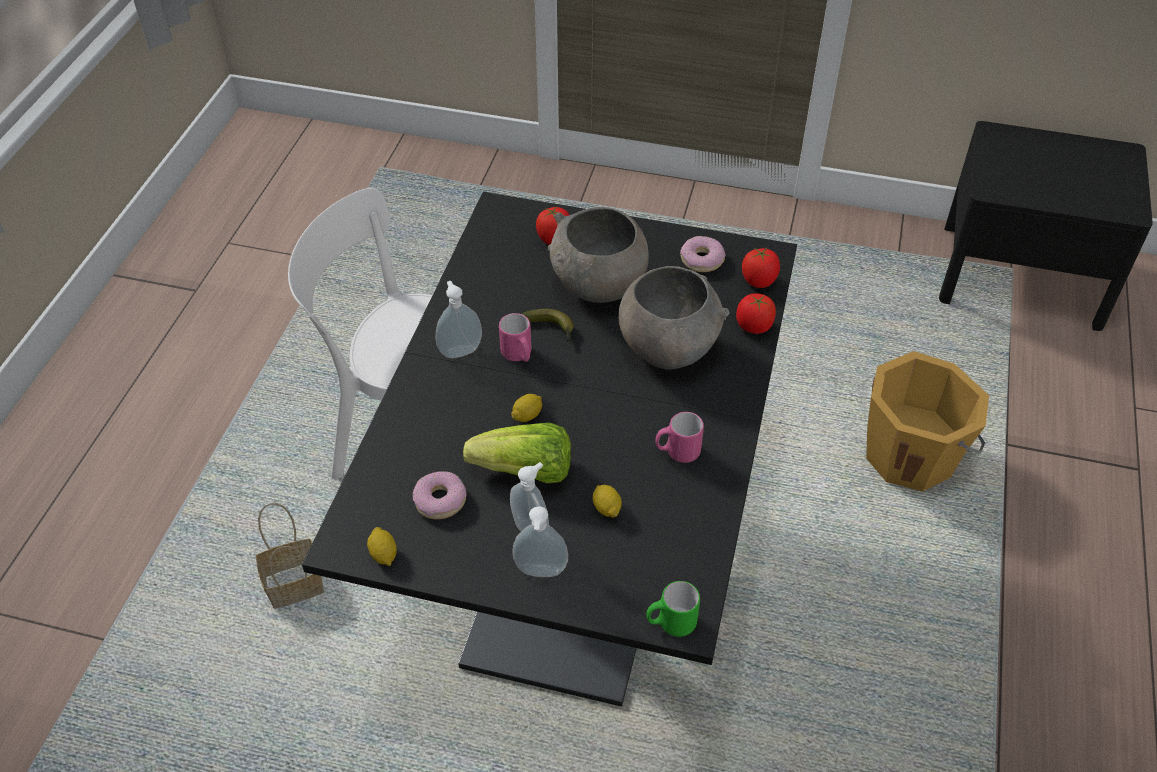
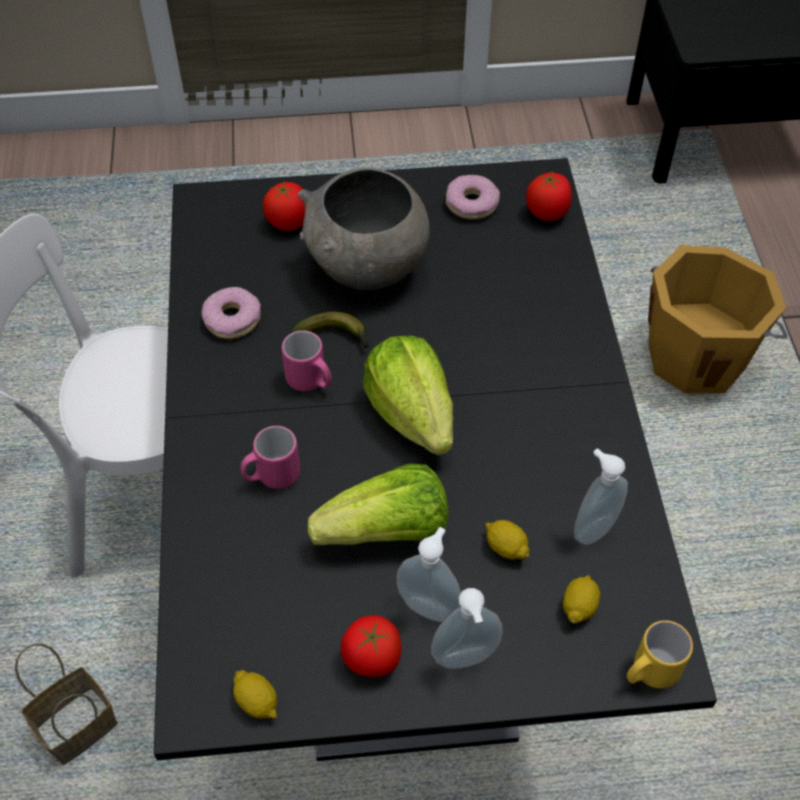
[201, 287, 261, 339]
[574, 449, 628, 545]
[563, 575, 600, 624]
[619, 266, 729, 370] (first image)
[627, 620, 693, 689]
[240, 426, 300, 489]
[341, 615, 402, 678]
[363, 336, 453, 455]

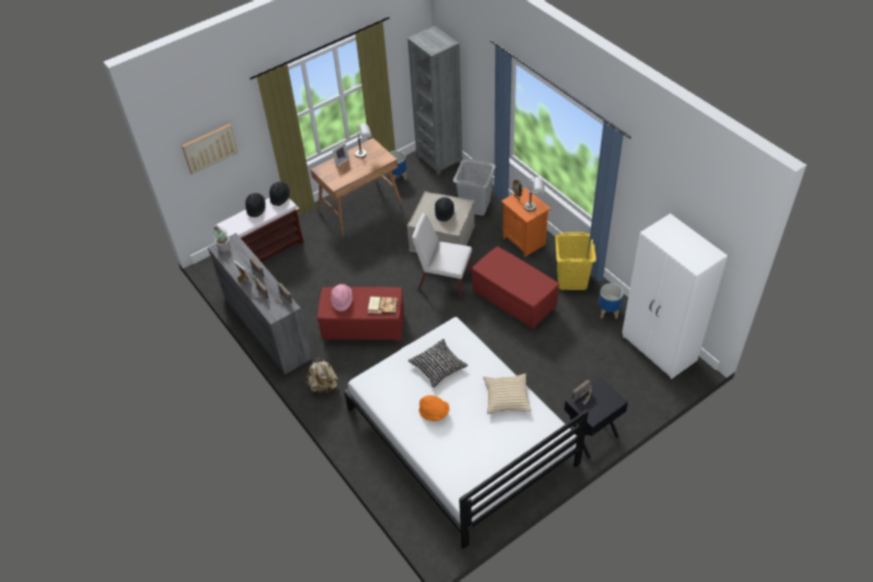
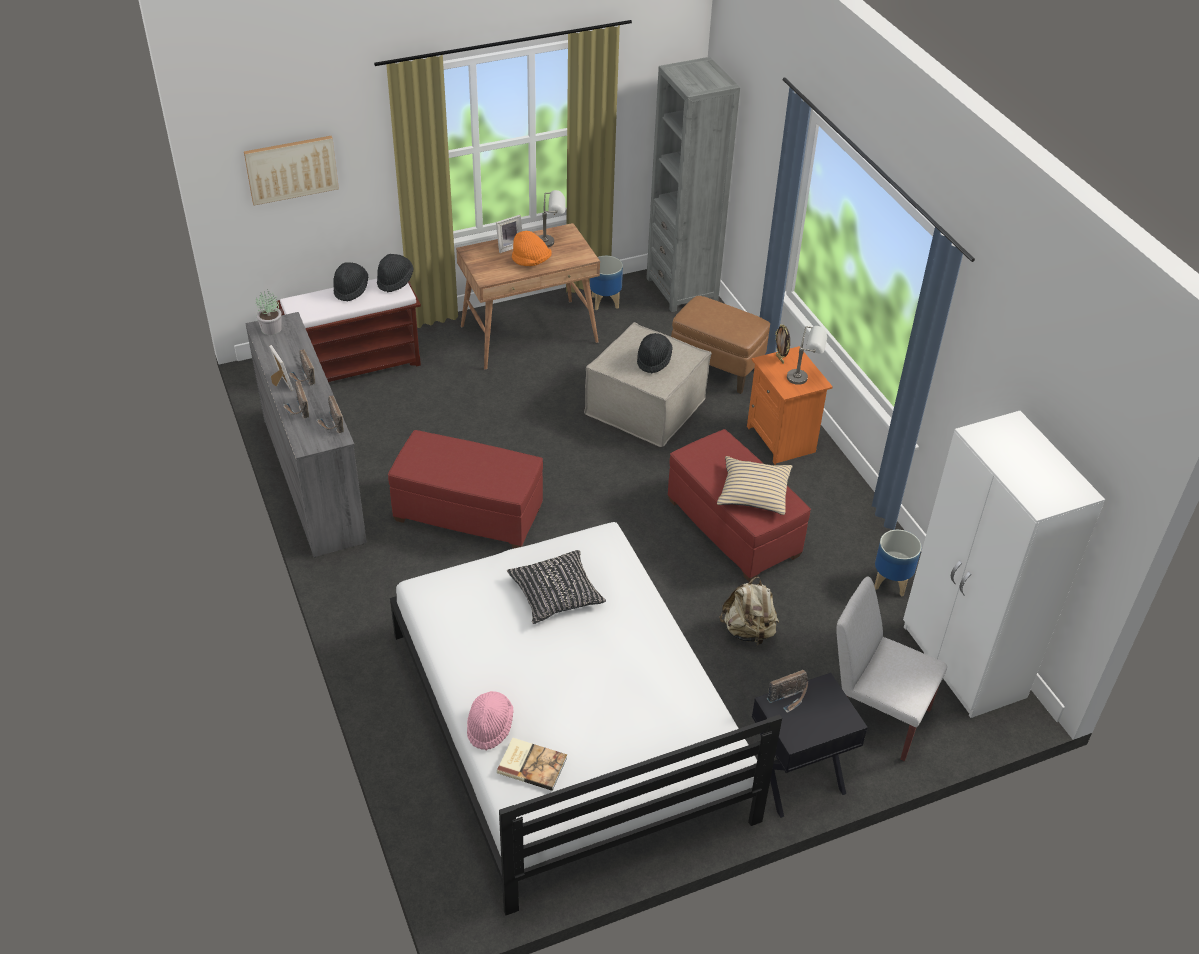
[719, 577, 779, 645]
[467, 691, 514, 750]
[497, 738, 567, 791]
[836, 577, 947, 761]
[512, 231, 552, 266]
[671, 296, 770, 394]
[717, 456, 793, 515]
[555, 232, 596, 290] (first image)

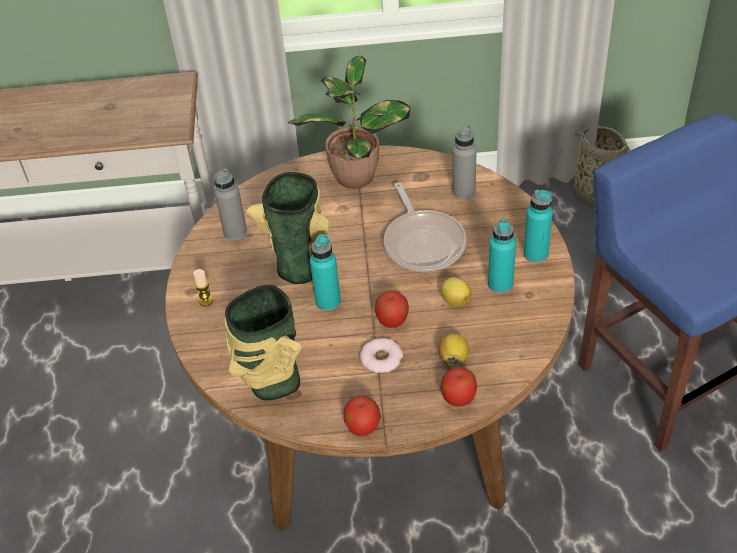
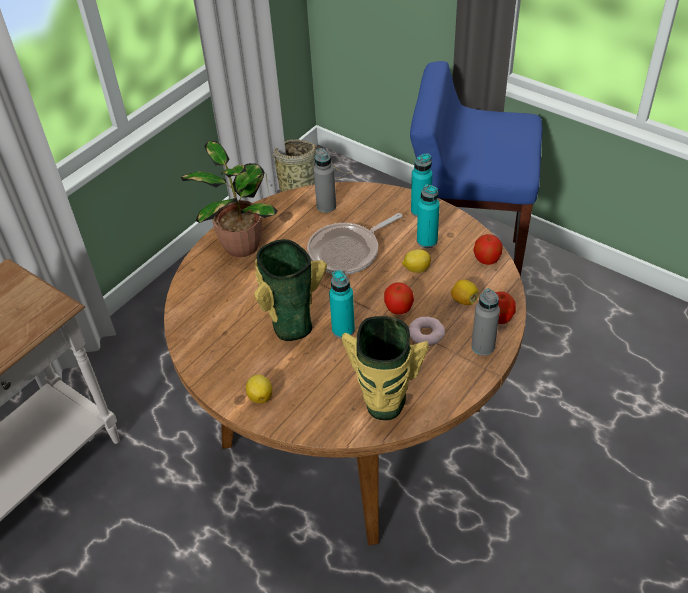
[246, 374, 272, 404]
[471, 288, 500, 356]
[473, 234, 503, 265]
[307, 213, 402, 275]

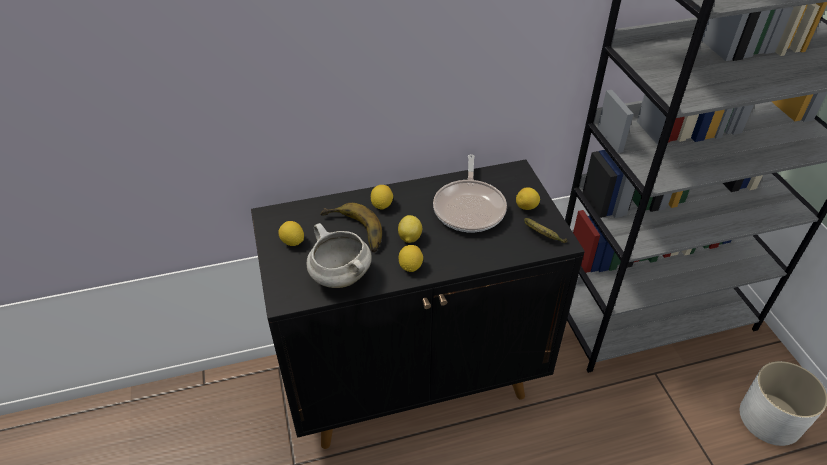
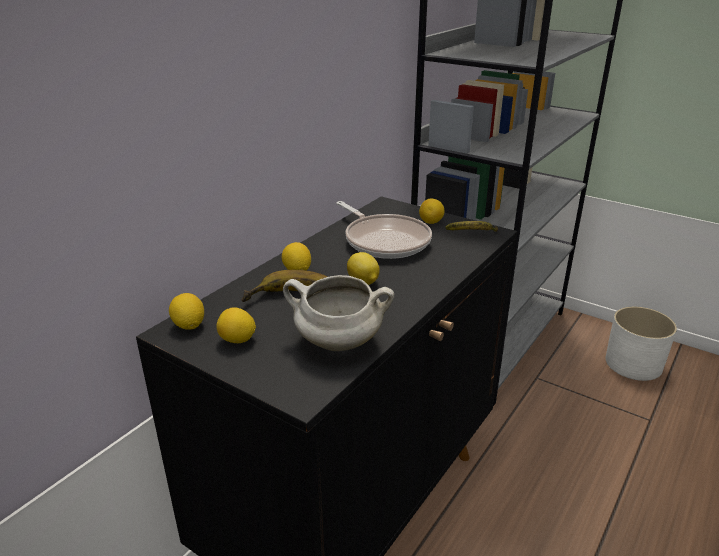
[169, 293, 204, 330]

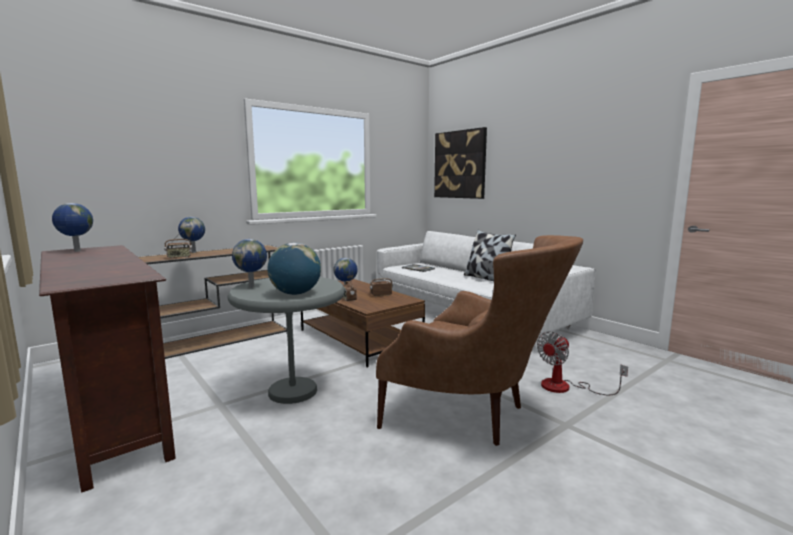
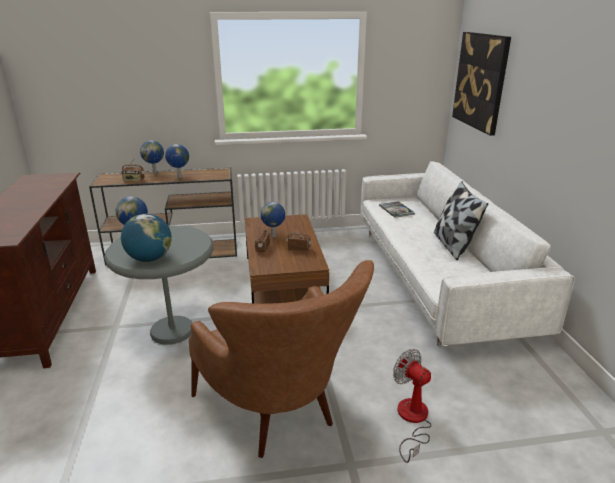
[165, 144, 189, 178]
[393, 349, 432, 463]

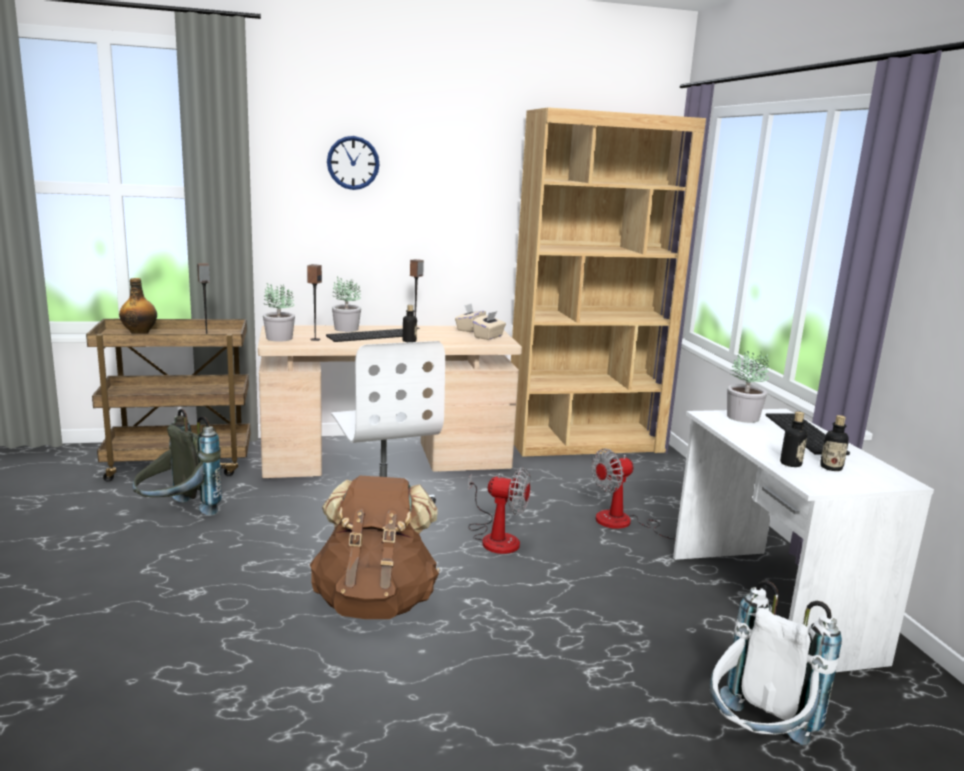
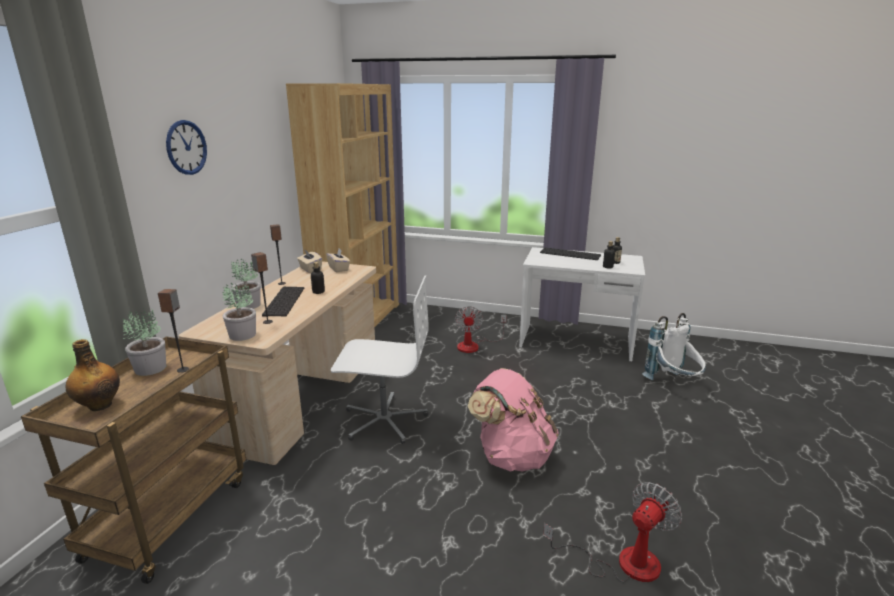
[132, 409, 222, 515] (first image)
[468, 368, 559, 471]
[543, 482, 682, 582]
[122, 308, 166, 376]

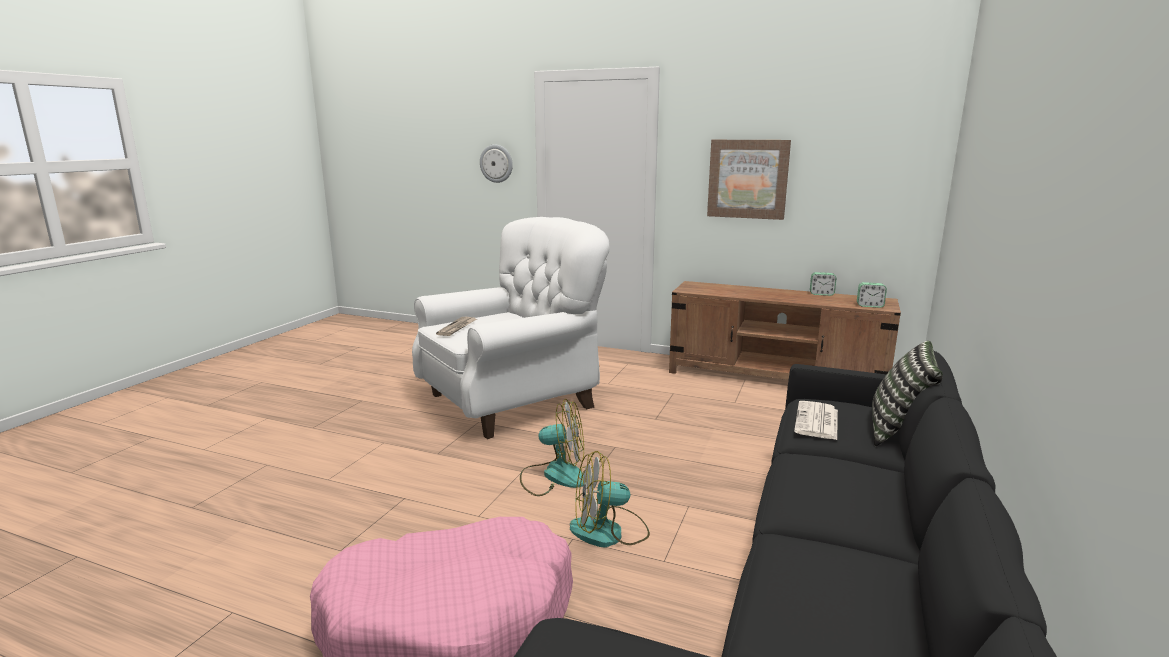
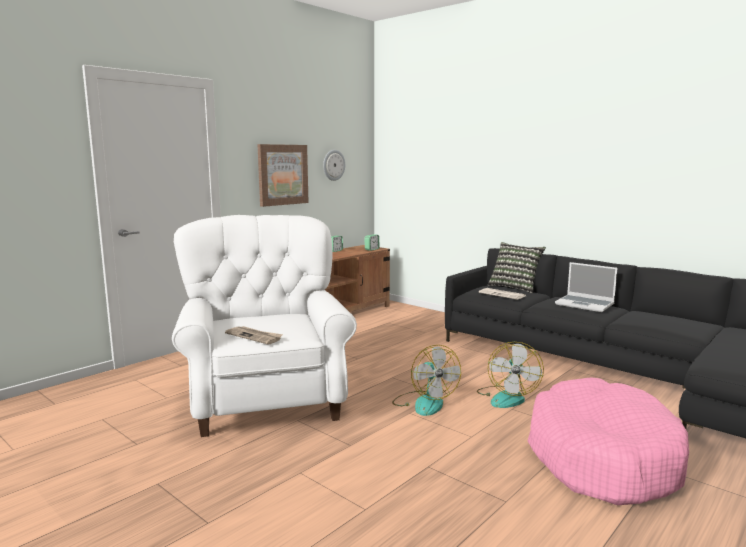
[323, 150, 345, 181]
[392, 345, 461, 416]
[555, 262, 617, 312]

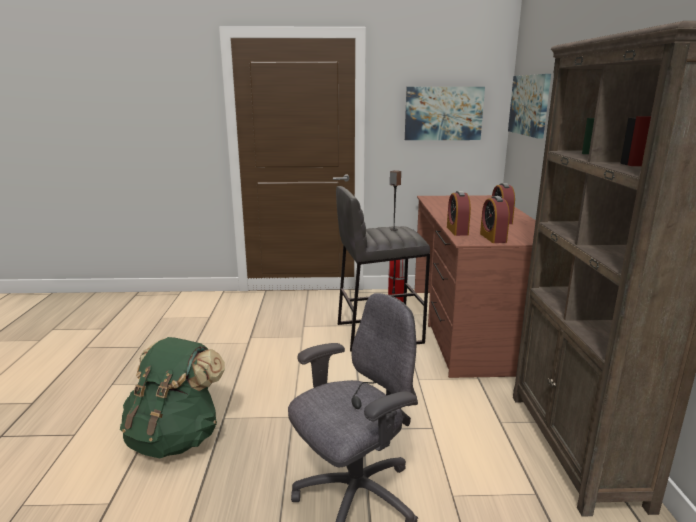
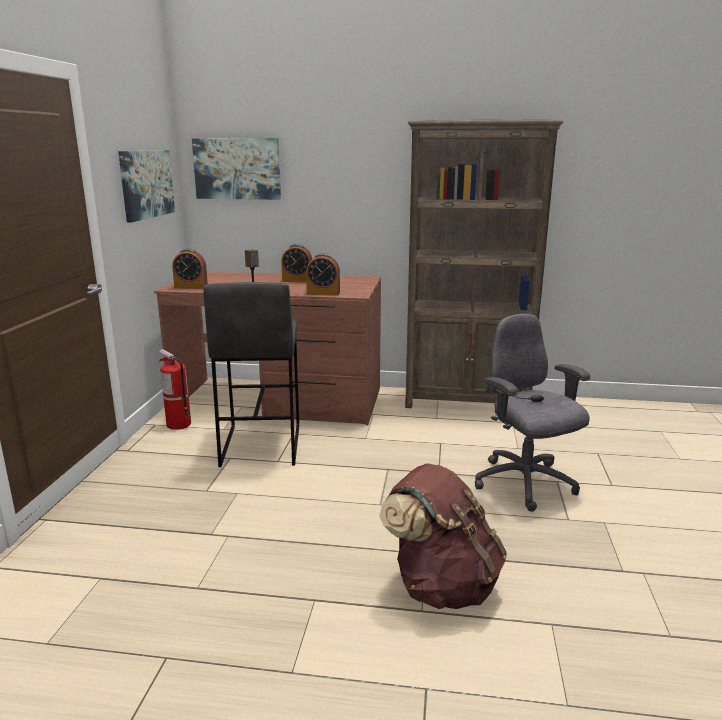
[379, 463, 507, 609]
[172, 249, 208, 289]

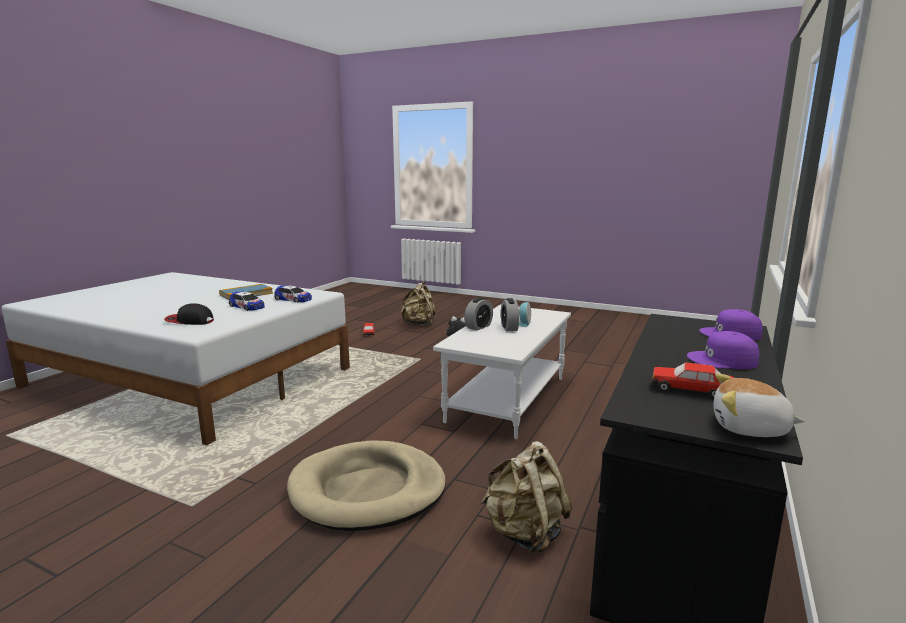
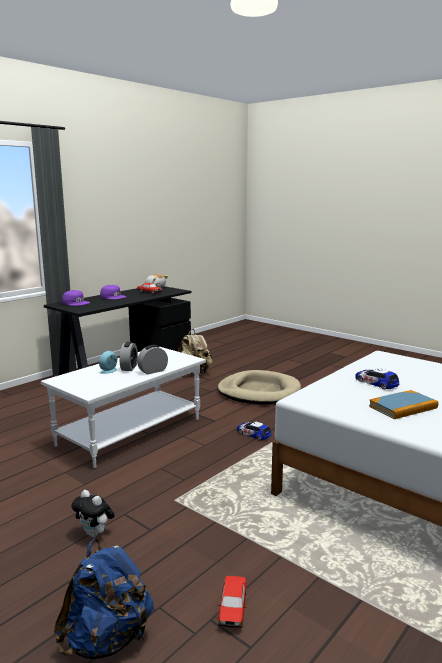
[164, 303, 214, 325] (first image)
[237, 422, 272, 441]
[54, 538, 154, 659]

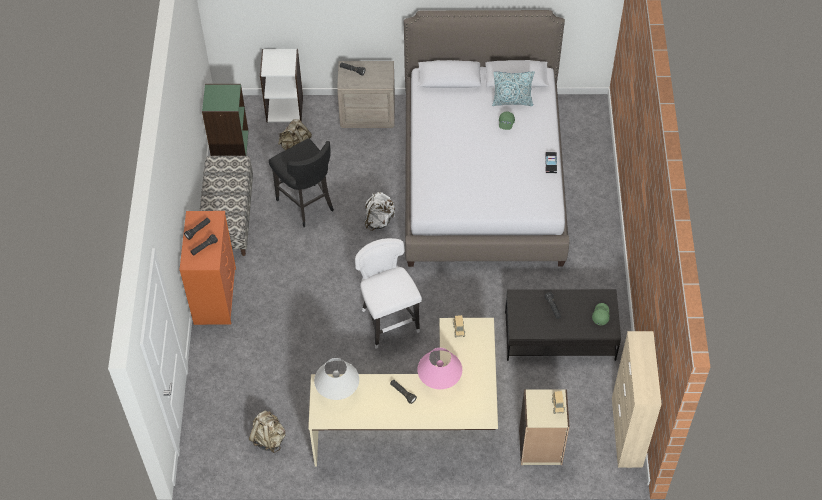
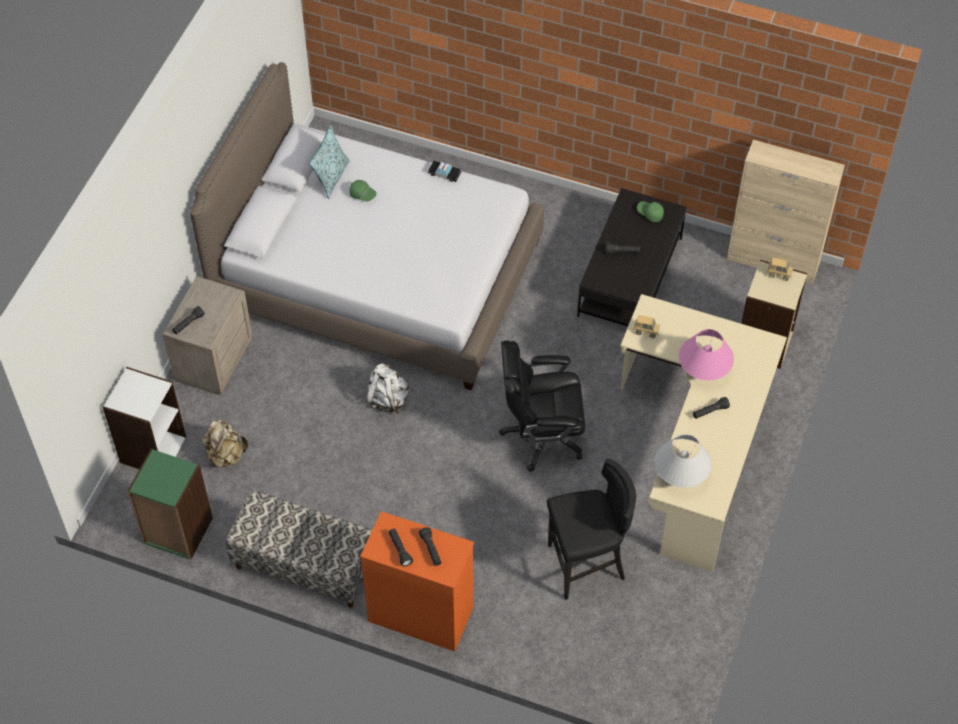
[249, 411, 285, 453] (first image)
[547, 459, 636, 600]
[499, 340, 585, 472]

